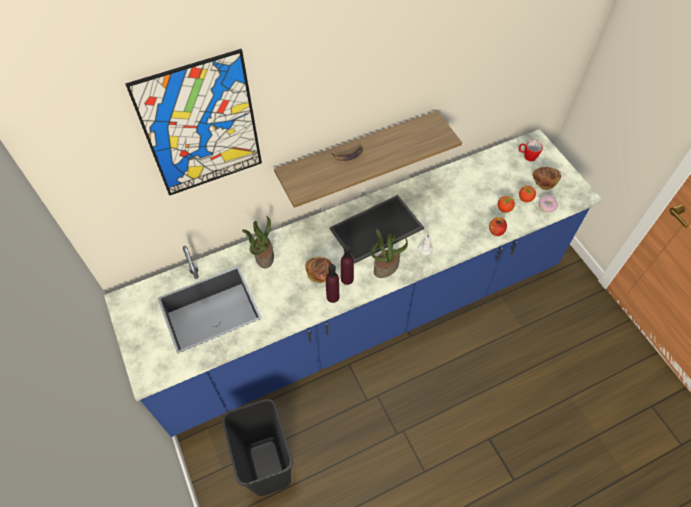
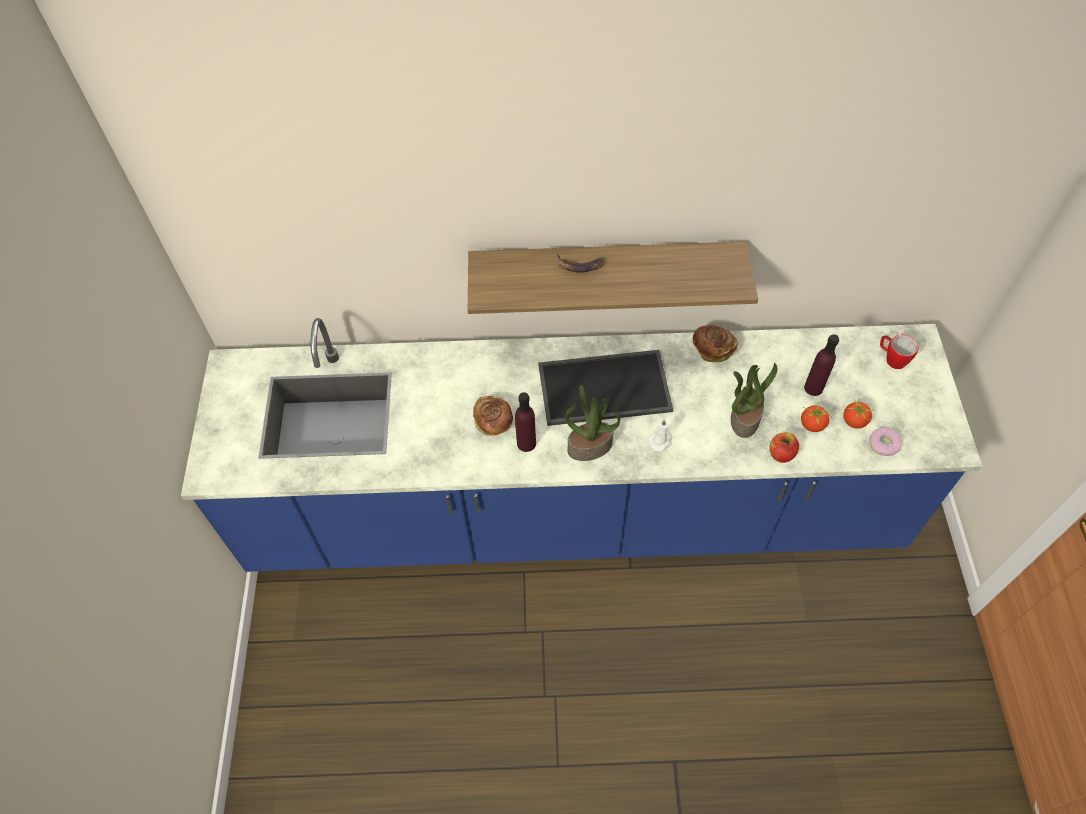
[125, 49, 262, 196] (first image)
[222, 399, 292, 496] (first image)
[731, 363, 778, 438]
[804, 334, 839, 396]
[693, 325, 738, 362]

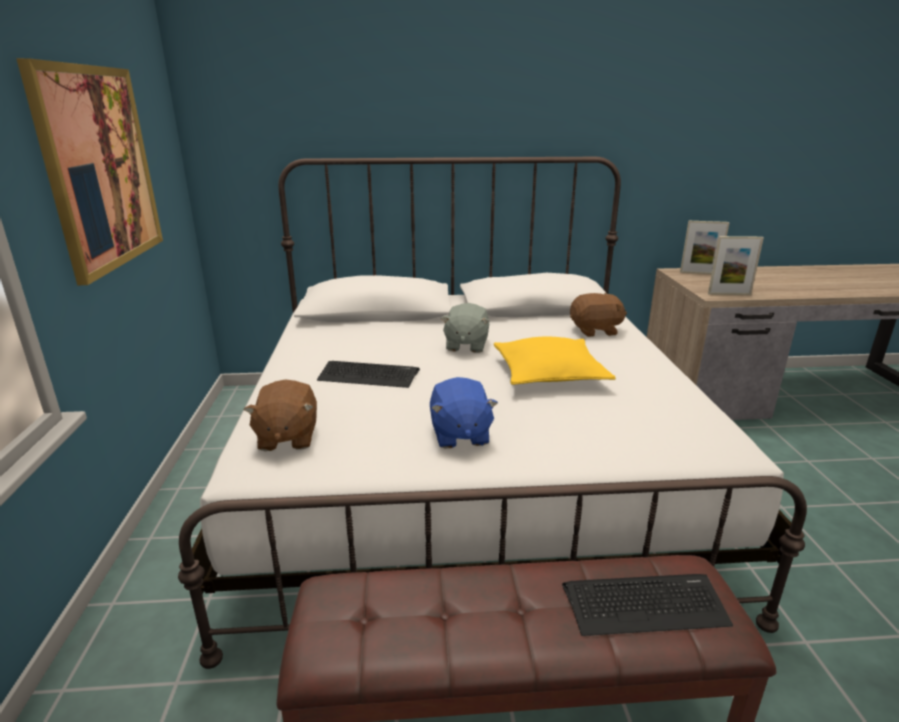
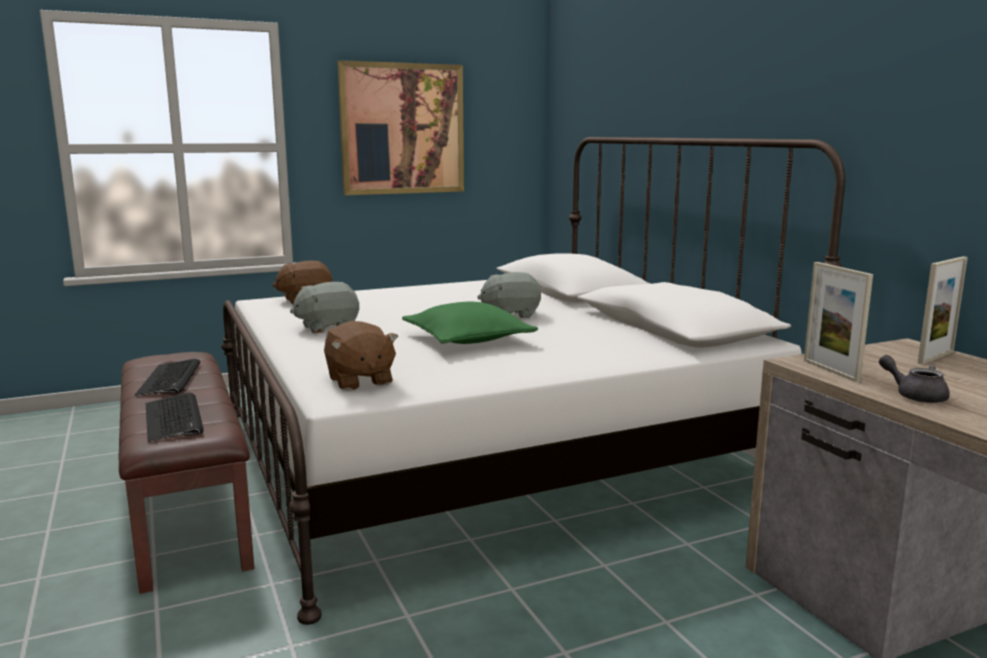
[135, 359, 200, 396]
[290, 282, 359, 333]
[402, 302, 538, 344]
[324, 321, 398, 391]
[917, 256, 968, 364]
[879, 355, 950, 403]

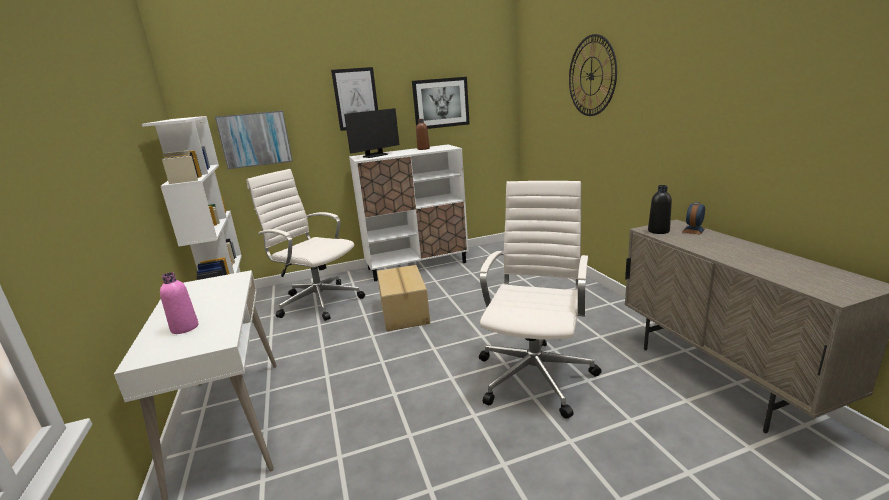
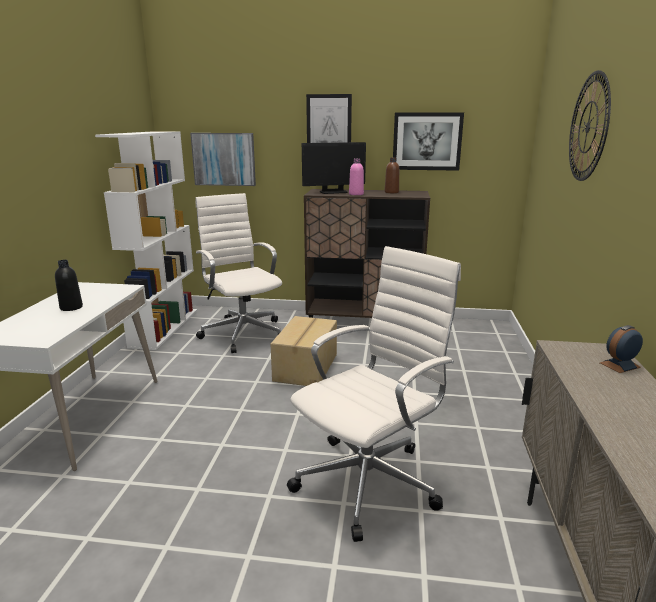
[349, 158, 364, 195]
[304, 189, 430, 318]
[55, 260, 83, 311]

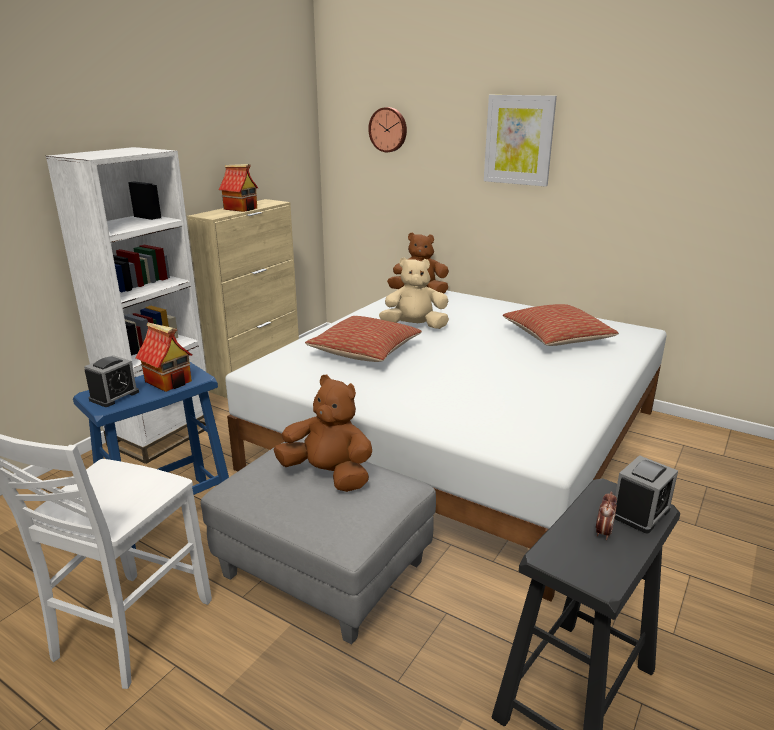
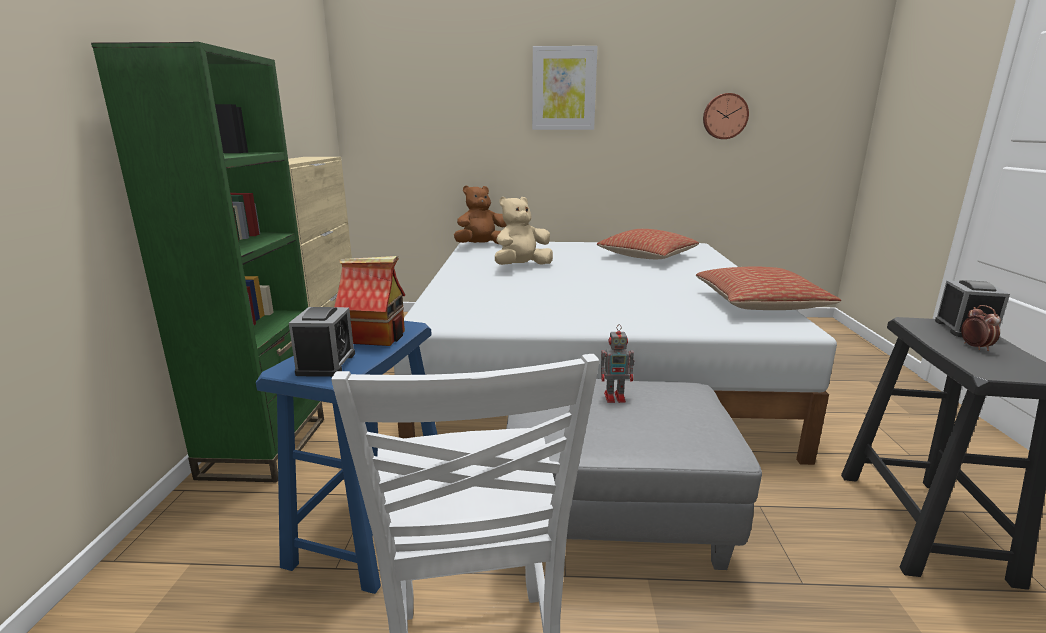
[91, 42, 324, 482]
[219, 164, 258, 212] (first image)
[601, 324, 635, 403]
[696, 267, 841, 310]
[703, 93, 749, 139]

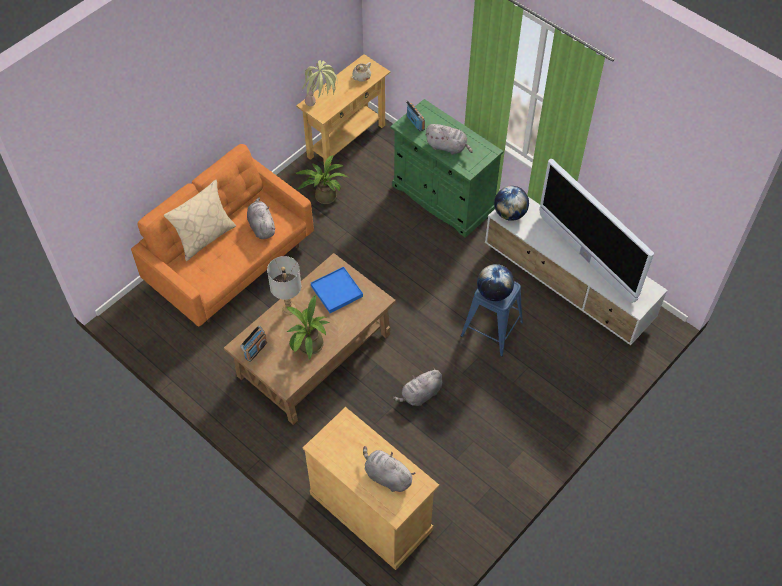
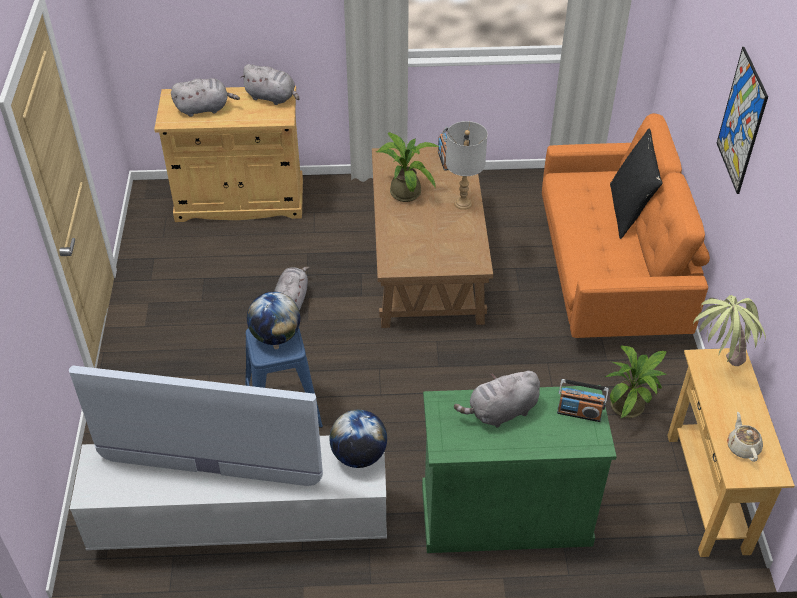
[610, 129, 663, 239]
[240, 64, 299, 105]
[311, 267, 363, 313] (first image)
[717, 47, 768, 194]

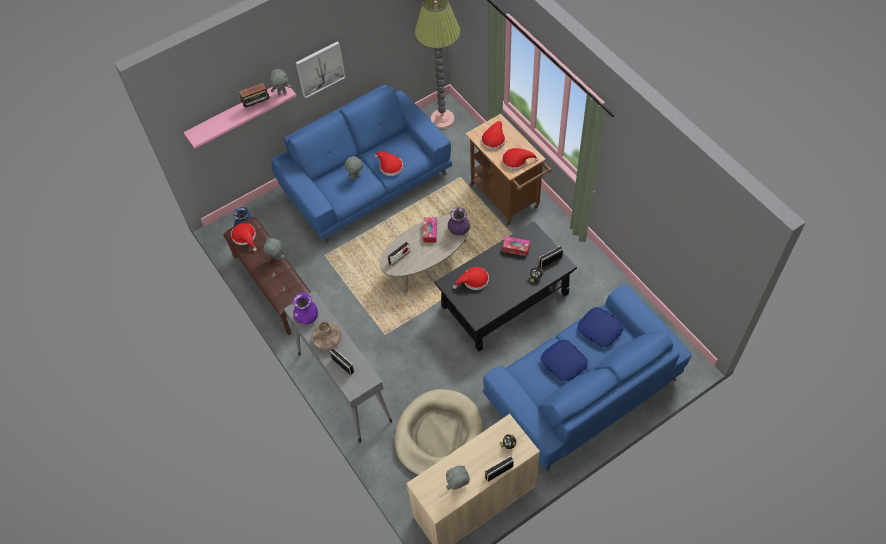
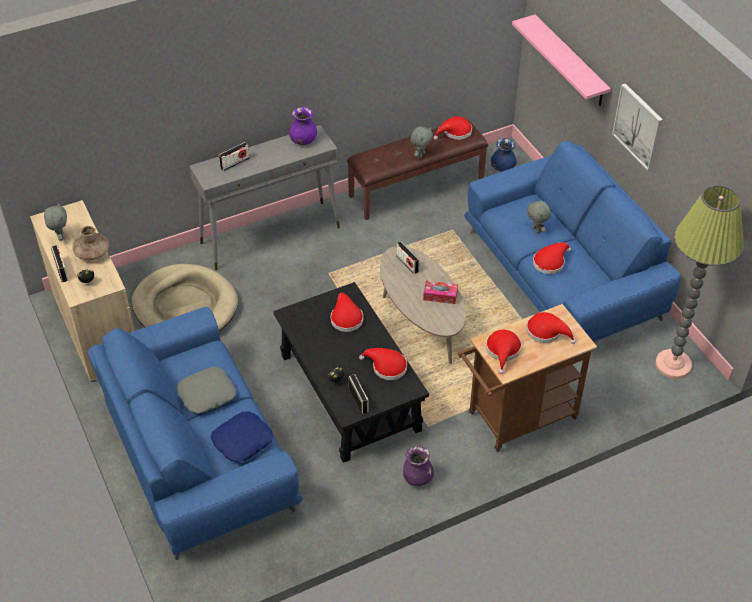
[239, 83, 270, 107] (first image)
[269, 69, 291, 95] (first image)
[72, 226, 109, 260]
[403, 446, 434, 486]
[359, 348, 407, 380]
[177, 367, 236, 413]

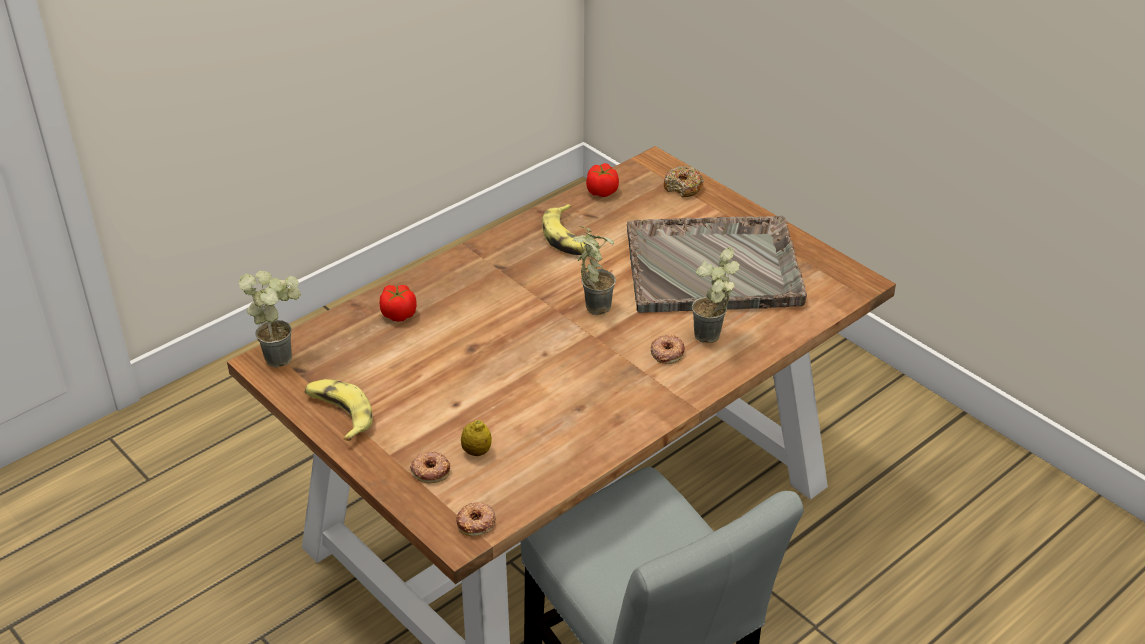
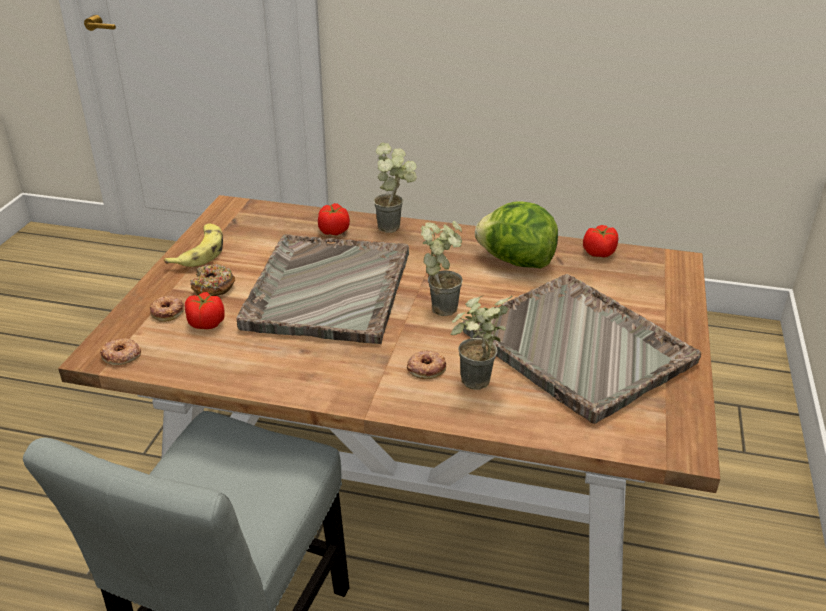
[374, 143, 417, 233]
[185, 292, 225, 329]
[475, 201, 558, 268]
[190, 264, 235, 296]
[236, 234, 409, 344]

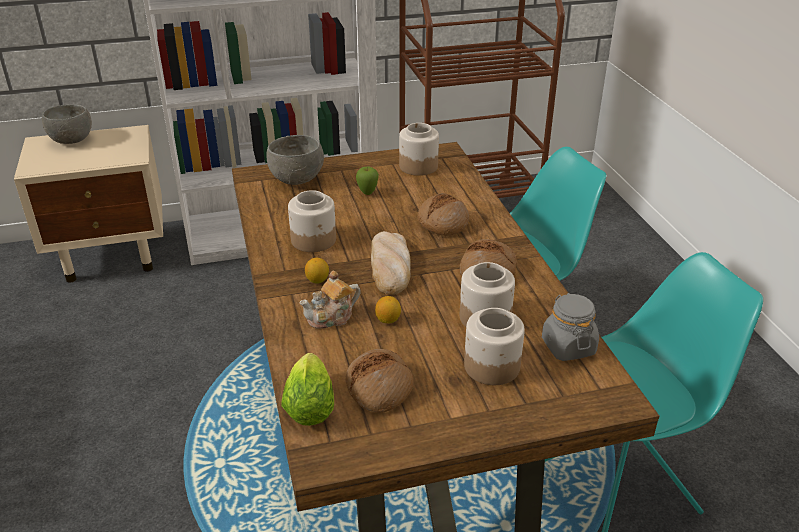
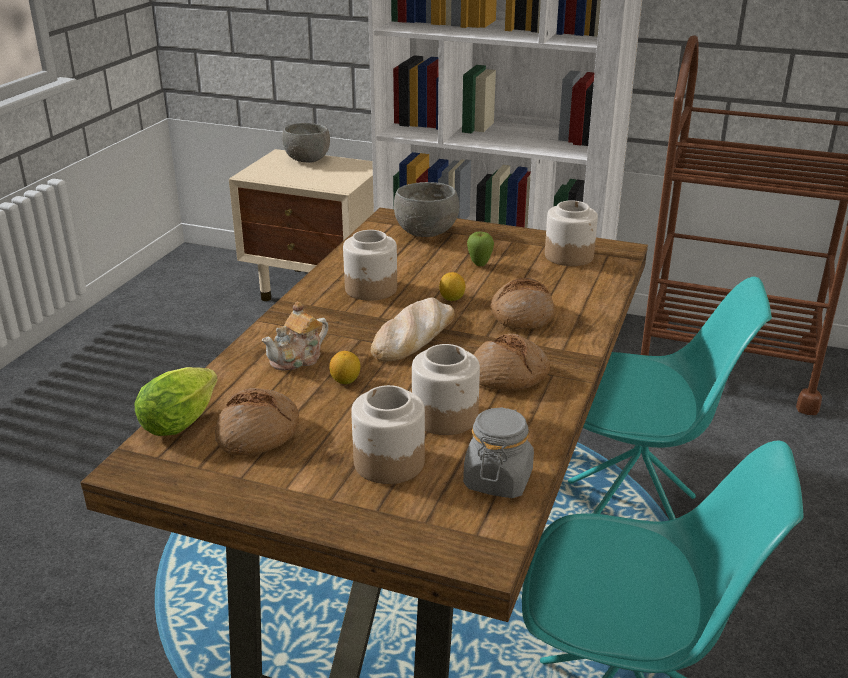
[261, 302, 328, 371]
[439, 272, 465, 301]

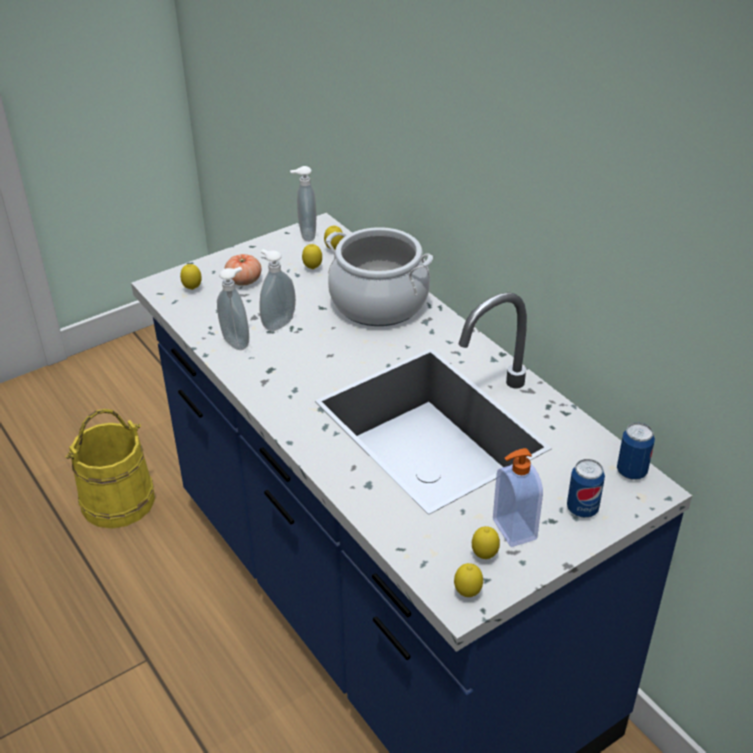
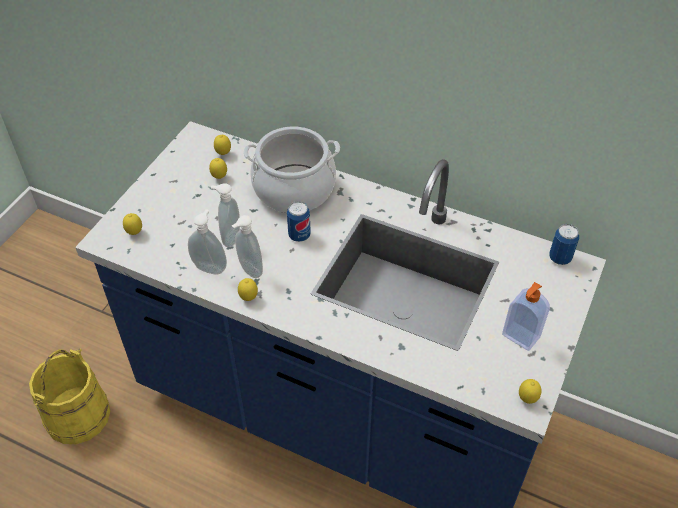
[224, 254, 262, 285] (first image)
[232, 215, 263, 278]
[238, 278, 258, 301]
[287, 201, 311, 242]

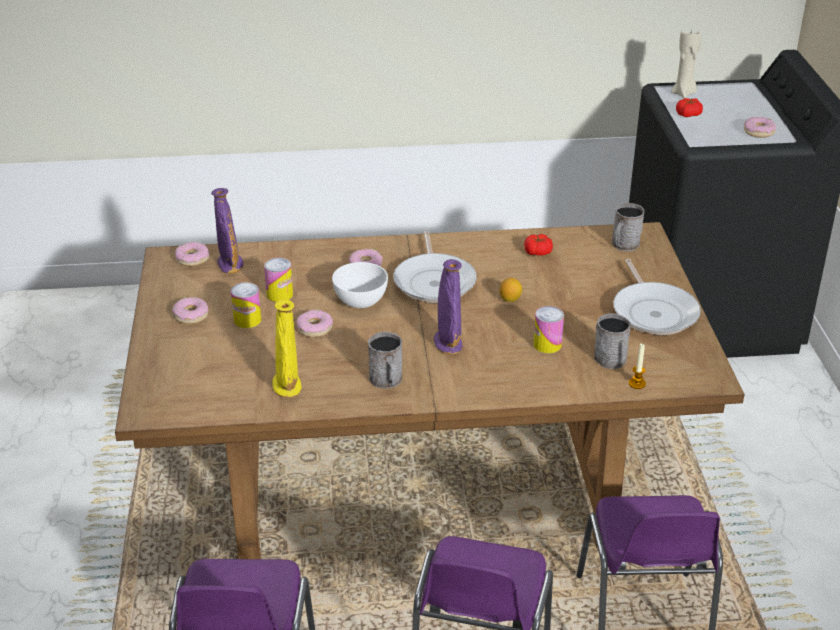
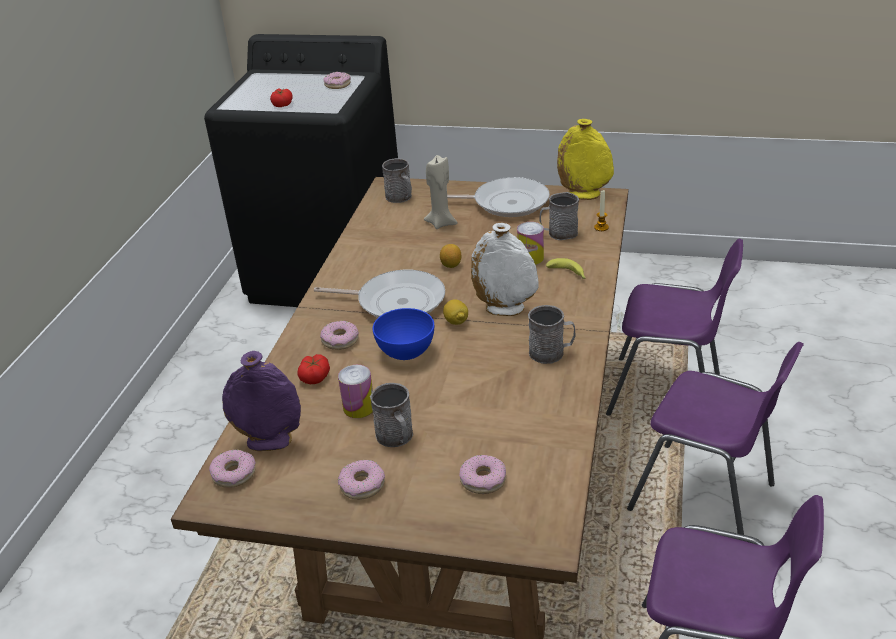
[370, 383, 413, 447]
[557, 119, 614, 200]
[459, 455, 506, 494]
[373, 308, 434, 360]
[471, 223, 539, 316]
[298, 354, 330, 384]
[424, 155, 458, 229]
[443, 299, 468, 325]
[546, 258, 586, 279]

